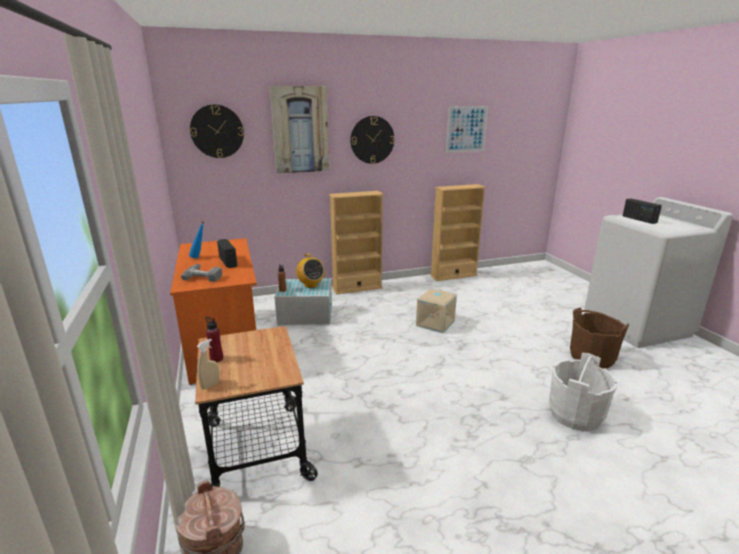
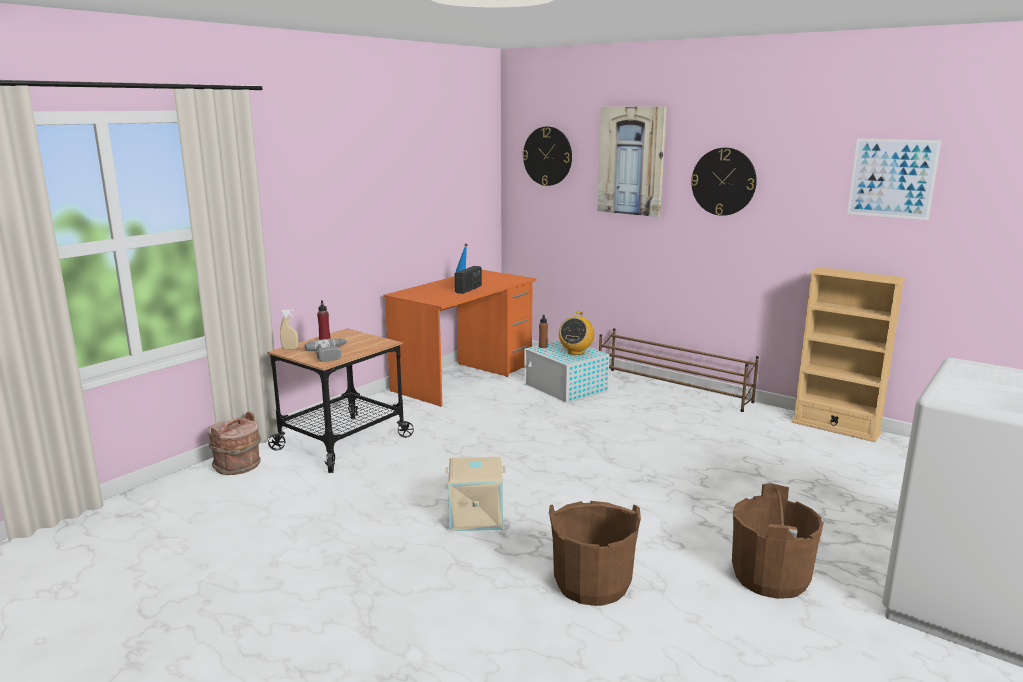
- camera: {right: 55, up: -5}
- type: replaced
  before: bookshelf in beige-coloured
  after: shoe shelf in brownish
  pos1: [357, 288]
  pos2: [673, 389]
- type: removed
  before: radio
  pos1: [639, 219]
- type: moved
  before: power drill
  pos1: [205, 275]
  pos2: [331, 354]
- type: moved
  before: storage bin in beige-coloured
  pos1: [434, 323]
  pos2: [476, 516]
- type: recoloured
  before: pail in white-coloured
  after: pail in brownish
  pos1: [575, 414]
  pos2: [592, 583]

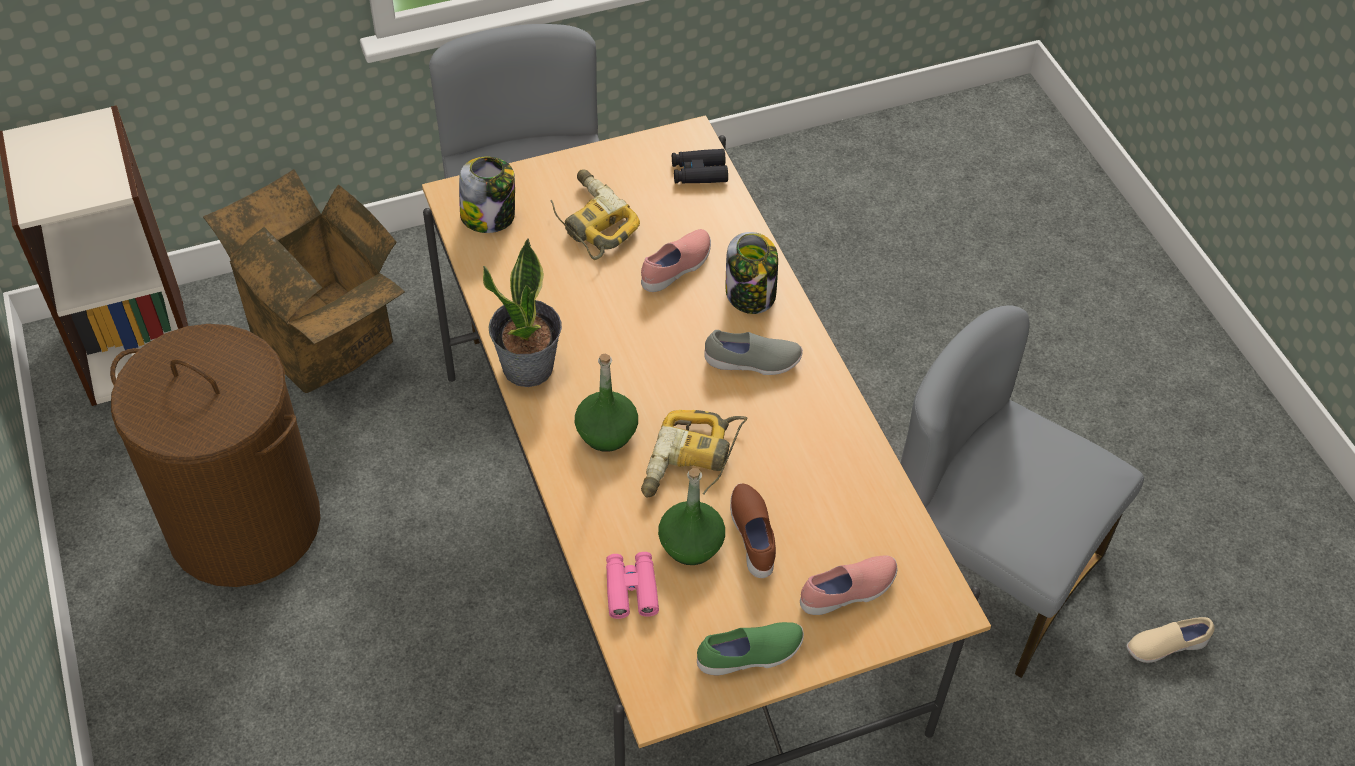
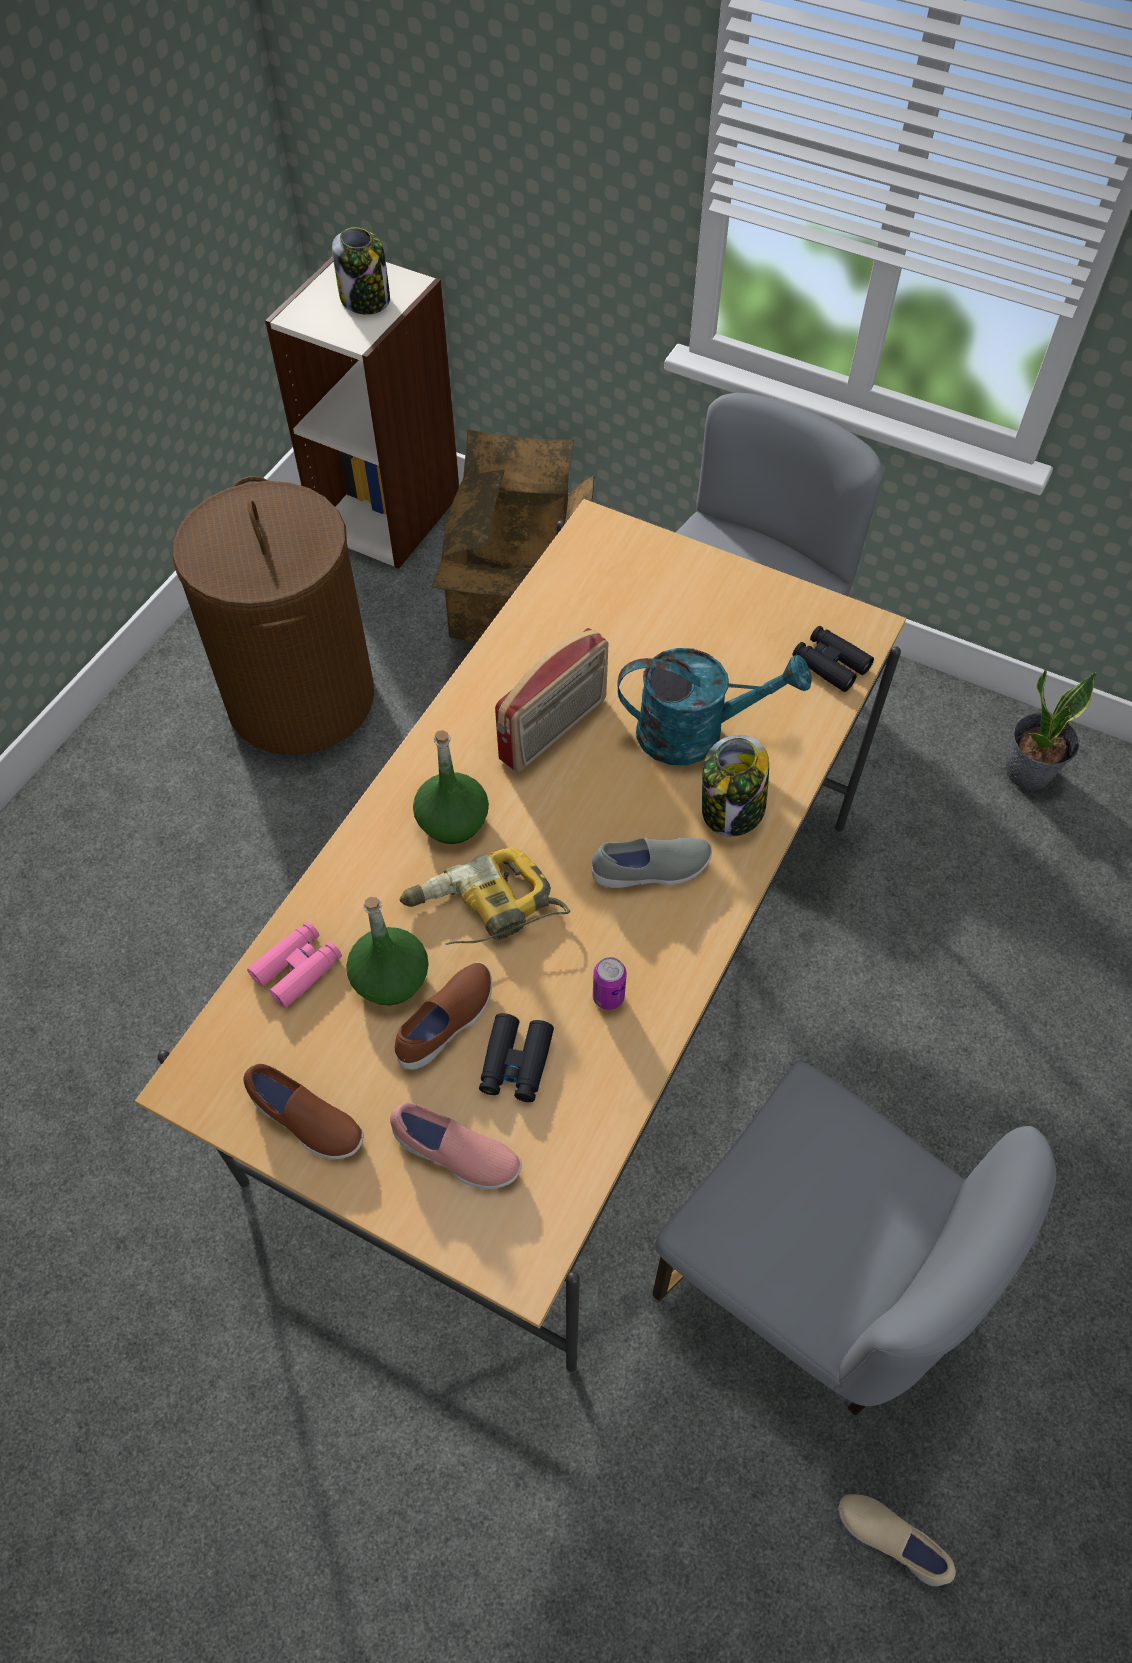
- camera: {right: 50, up: 5}
- type: moved
  before: jar
  pos1: [489, 216]
  pos2: [366, 300]
- type: removed
  before: power drill
  pos1: [590, 222]
- type: replaced
  before: low shoe in pink
  after: sprinkling can in turquoise-coloured
  pos1: [677, 269]
  pos2: [696, 733]
- type: moved
  before: potted plant
  pos1: [529, 367]
  pos2: [1029, 772]
- type: turned
  before: upright chair in grey
  pos1: [987, 569]
  pos2: [805, 1282]
  turn: 135
- type: turned
  before: low shoe in grey
  pos1: [752, 363]
  pos2: [651, 872]
  turn: -60
- type: recoloured
  before: low shoe in greenish
  after: low shoe in brownish
  pos1: [750, 656]
  pos2: [306, 1122]
- type: added
  after: radio
  pos2: [554, 730]
- type: added
  after: metal can
  pos2: [608, 997]
- type: added
  after: pair of binoculars in blackish
  pos2: [516, 1063]

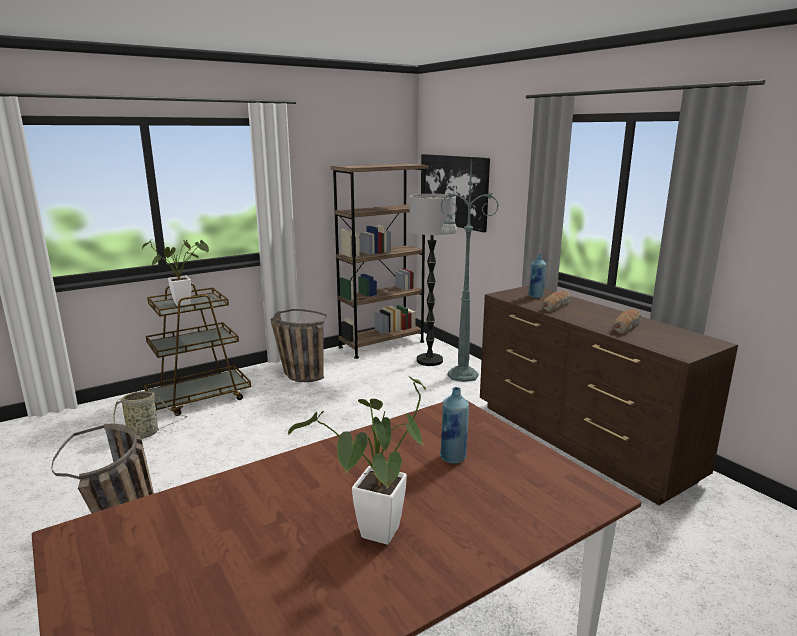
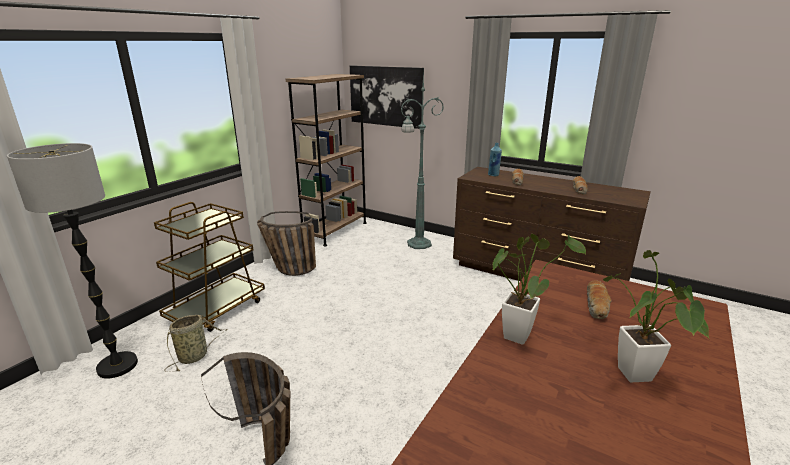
- camera: {right: -25, up: 5}
- type: moved
  before: floor lamp
  pos1: [429, 360]
  pos2: [117, 366]
- type: moved
  before: potted plant
  pos1: [186, 303]
  pos2: [519, 333]
- type: replaced
  before: beverage bottle in blue-coloured
  after: baked bread
  pos1: [453, 458]
  pos2: [597, 306]

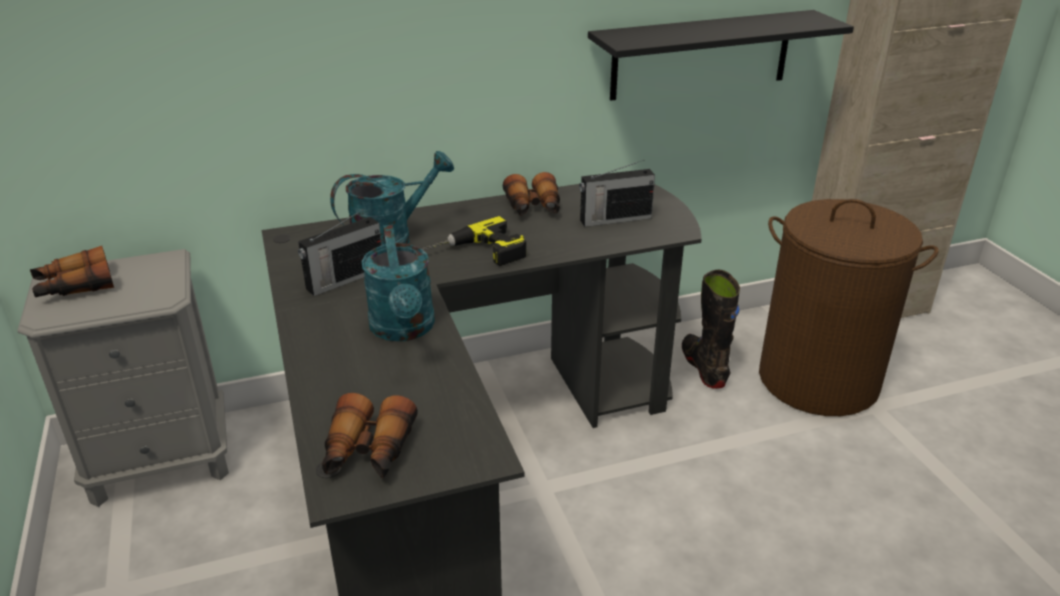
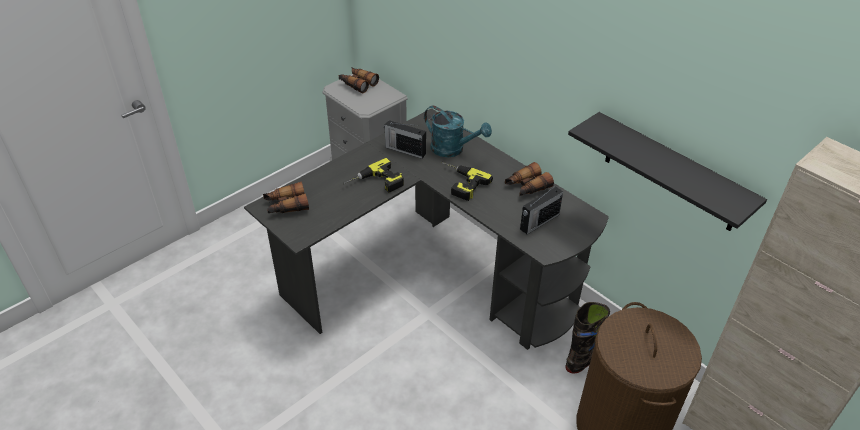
- camera: {right: 65, up: 10}
- type: turned
  before: radio
  pos1: [614, 219]
  pos2: [538, 222]
  turn: -90
- type: replaced
  before: sprinkling can in turquoise-coloured
  after: power drill
  pos1: [404, 330]
  pos2: [375, 184]

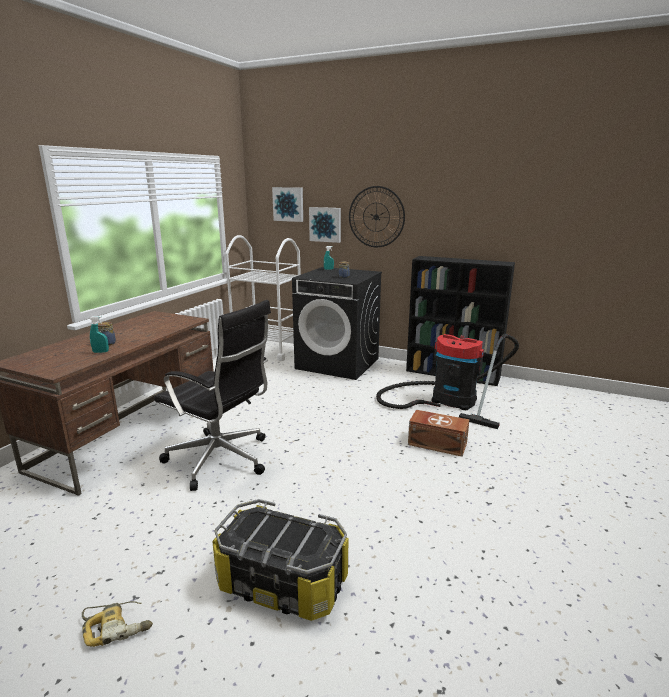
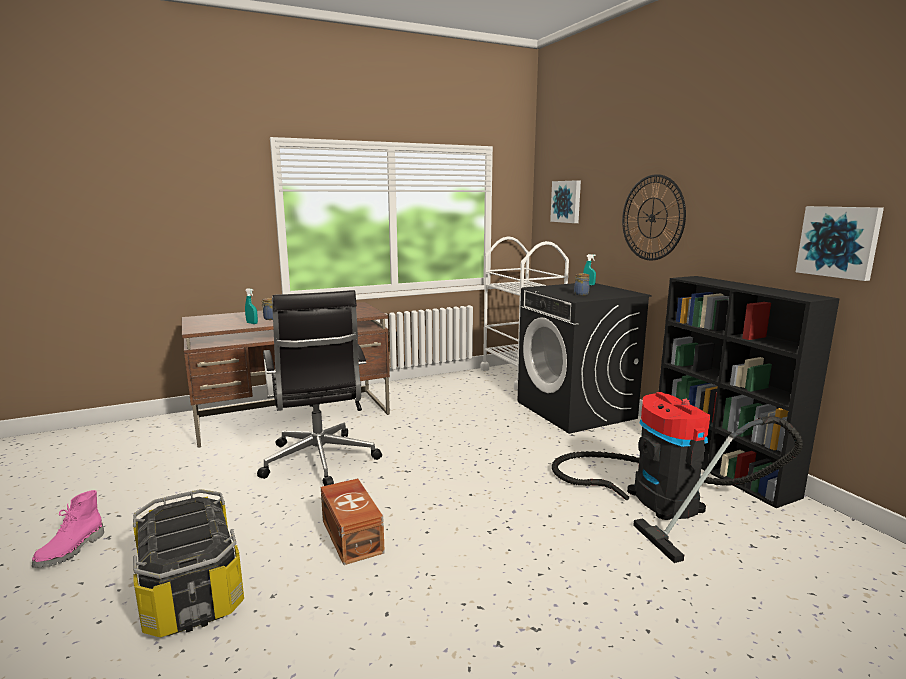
- camera: {right: 40, up: -5}
- type: moved
  before: wall picture
  pos1: [325, 224]
  pos2: [839, 242]
- type: moved
  before: storage bin in brownish
  pos1: [436, 443]
  pos2: [353, 535]
- type: replaced
  before: power drill
  after: boot in pink
  pos1: [117, 626]
  pos2: [71, 551]

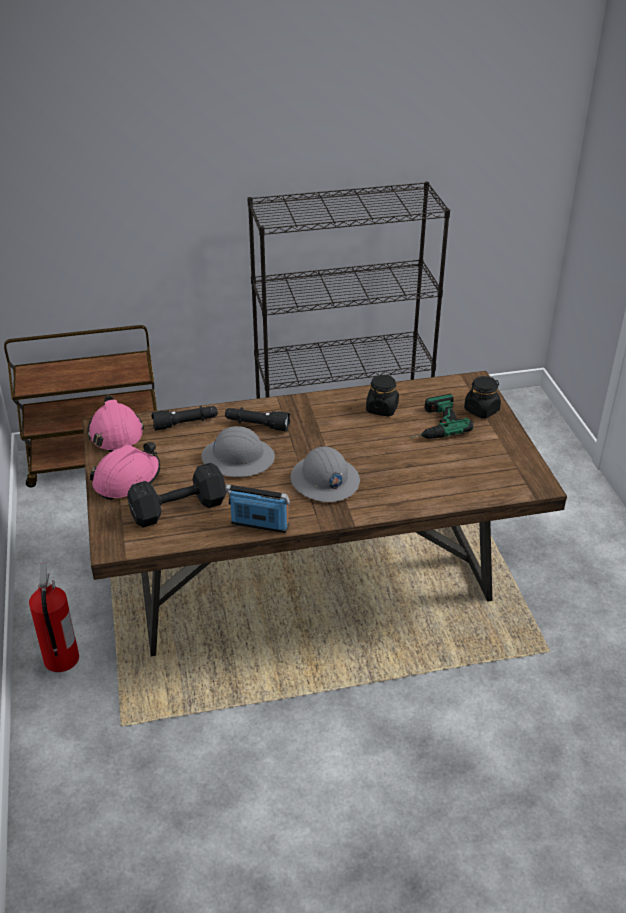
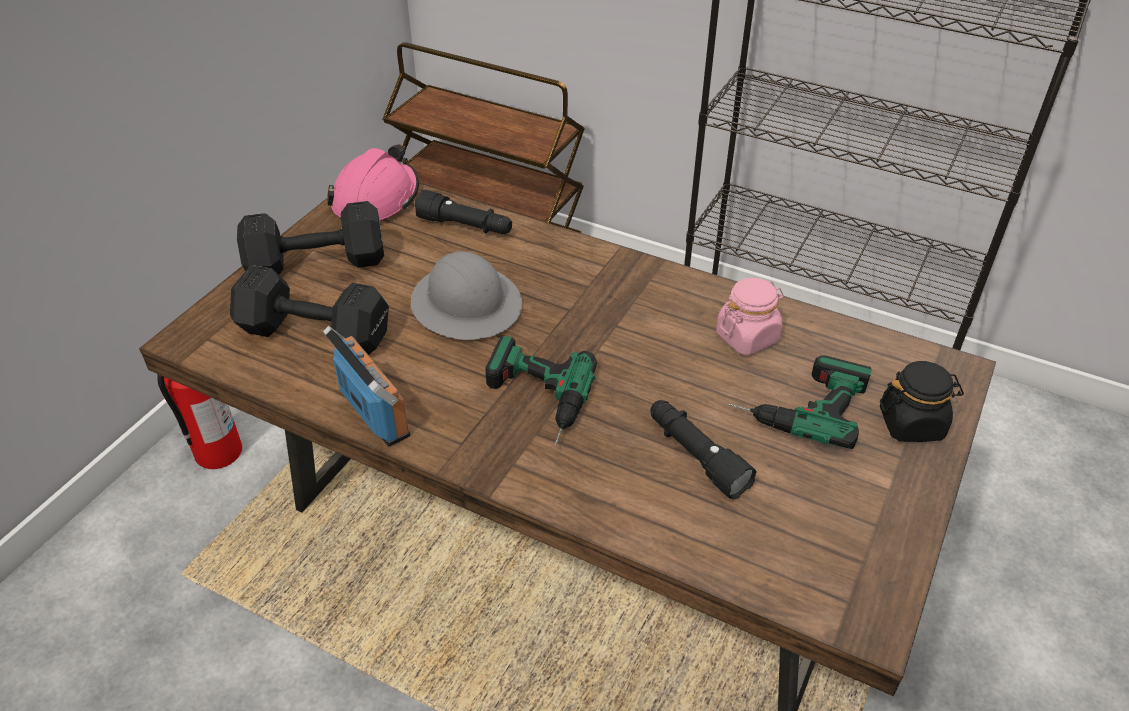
- camera: {right: 40, up: 5}
- type: recoloured
  before: jar in blackish
  after: jar in pink
  pos1: [382, 408]
  pos2: [747, 337]
- type: moved
  before: torch in blackish
  pos1: [257, 425]
  pos2: [696, 456]
- type: replaced
  before: hard hat in pink
  after: hand weight in blackish
  pos1: [127, 479]
  pos2: [313, 263]
- type: replaced
  before: hard hat in grey
  after: power drill
  pos1: [324, 481]
  pos2: [534, 400]

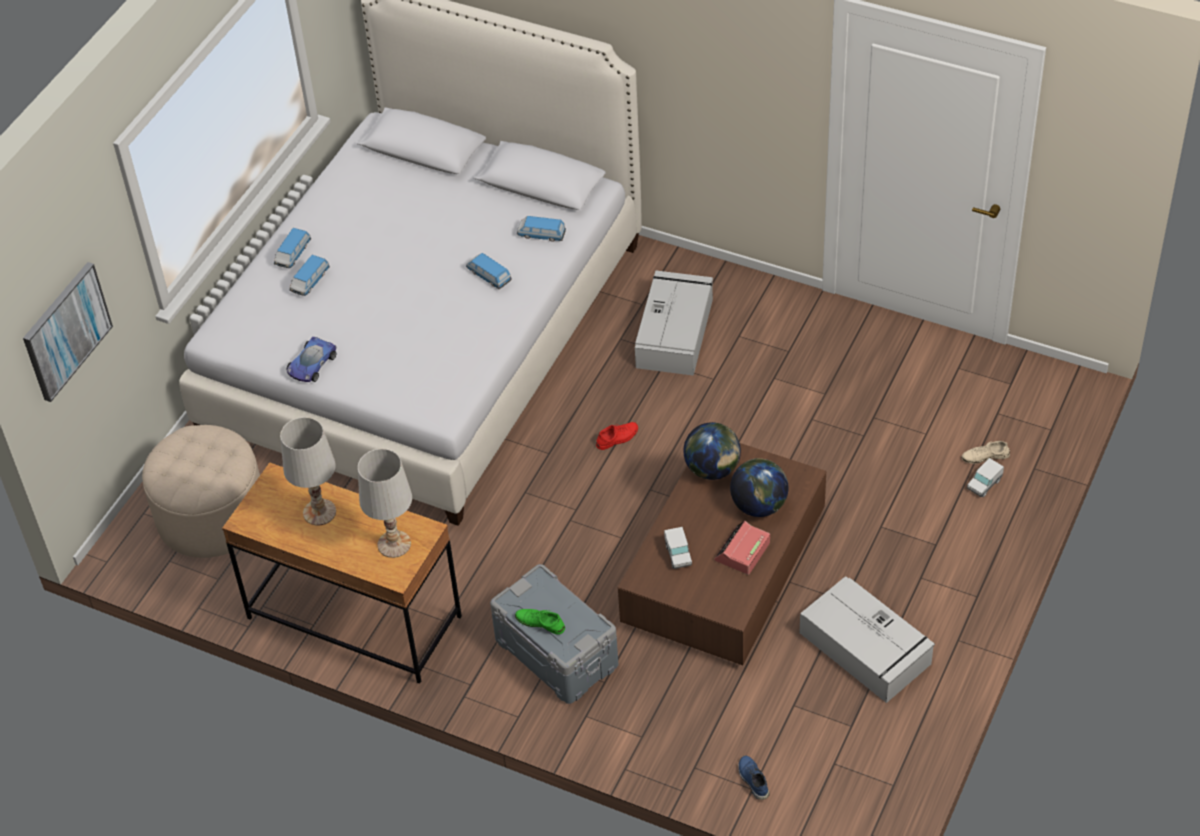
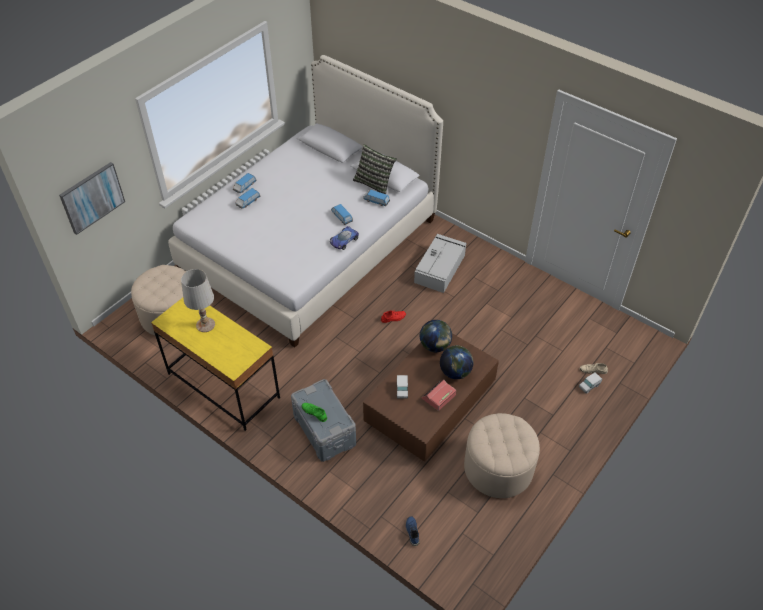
- camera: {right: 10, up: 0}
- type: moved
  before: model car
  pos1: [311, 365]
  pos2: [343, 240]
- type: removed
  before: table lamp in white-coloured
  pos1: [393, 544]
- type: recoloured
  before: desk table in brownish
  after: desk table in yellow-coloured
  pos1: [354, 617]
  pos2: [223, 385]
- type: replaced
  before: storage bin in grey
  after: ottoman in beige-coloured
  pos1: [866, 649]
  pos2: [498, 468]
- type: added
  after: throw pillow
  pos2: [374, 183]

